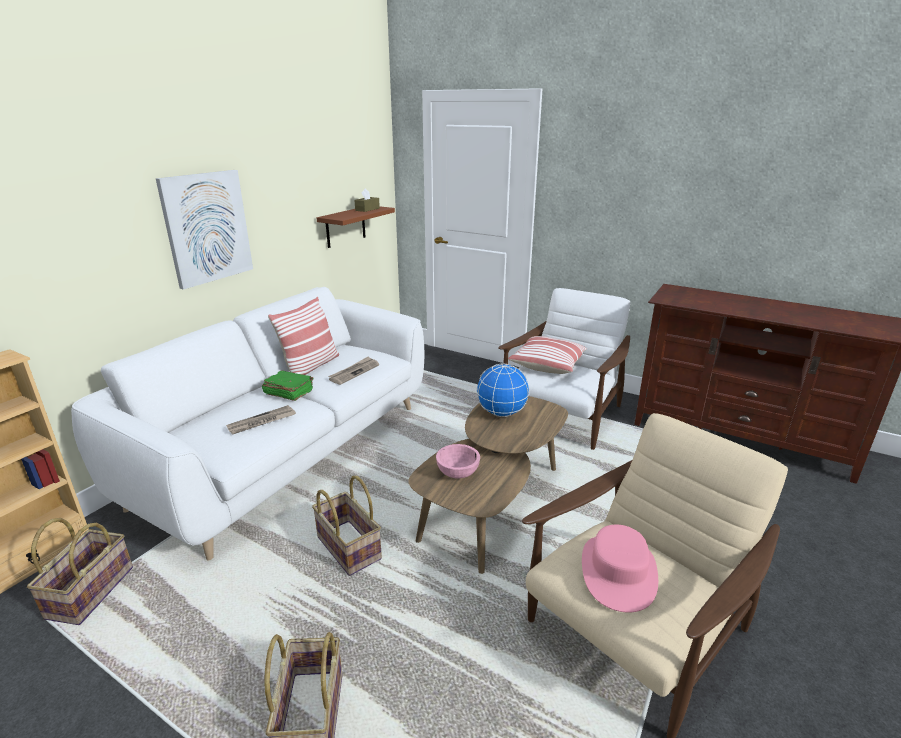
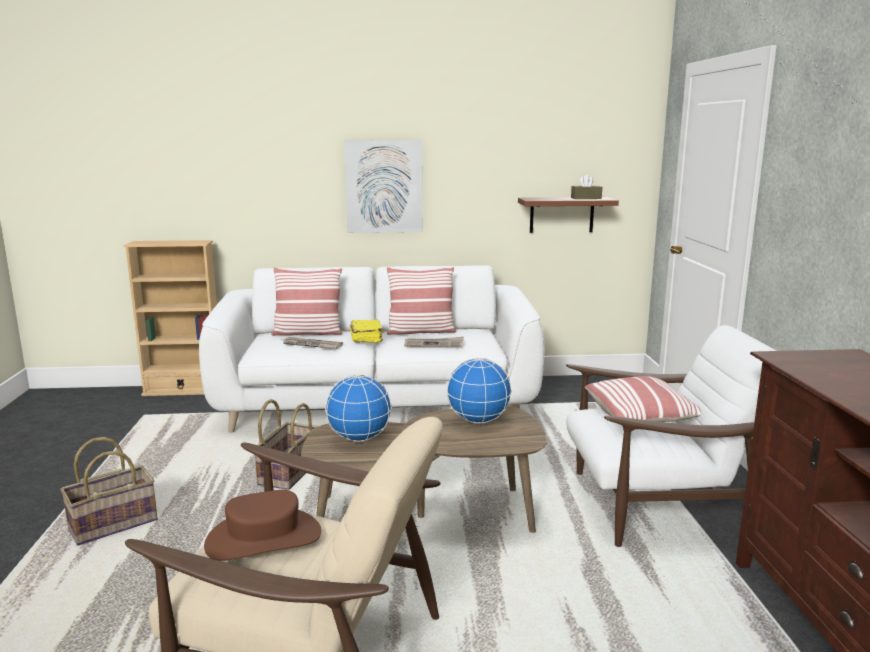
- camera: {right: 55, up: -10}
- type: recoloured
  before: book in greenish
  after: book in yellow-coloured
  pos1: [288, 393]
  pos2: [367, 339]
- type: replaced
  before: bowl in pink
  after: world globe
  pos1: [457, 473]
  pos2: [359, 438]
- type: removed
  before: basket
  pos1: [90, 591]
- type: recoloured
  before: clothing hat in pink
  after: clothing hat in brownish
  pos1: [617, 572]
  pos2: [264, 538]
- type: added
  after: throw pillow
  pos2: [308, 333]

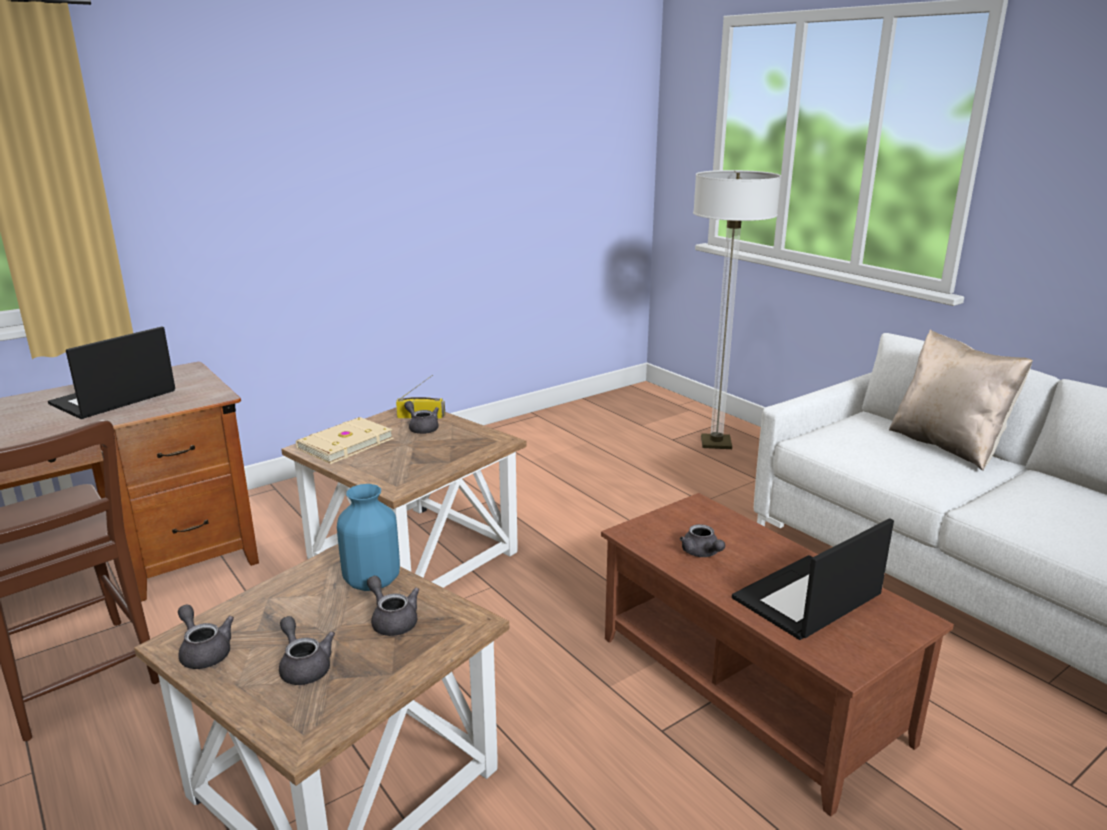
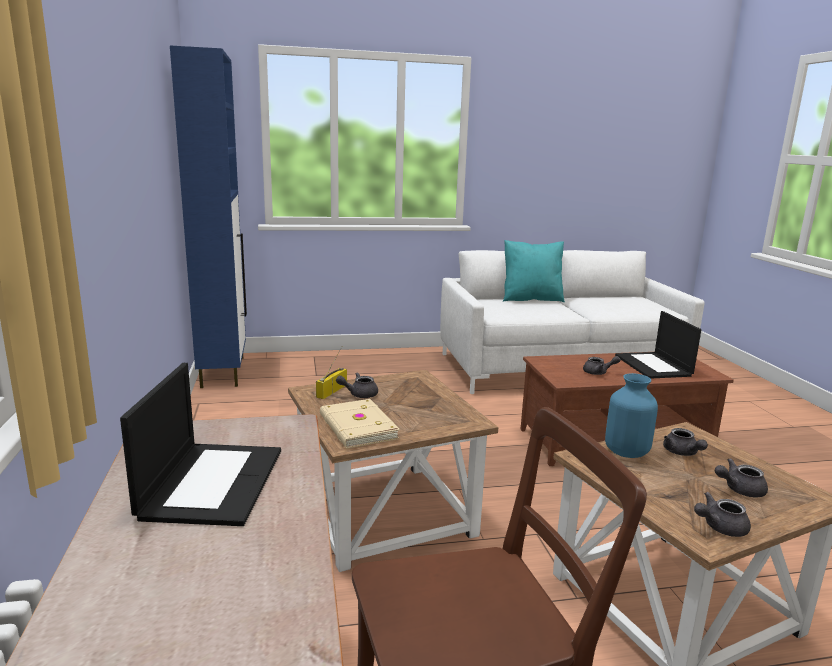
- camera: {right: -65, up: -5}
- type: removed
  before: floor lamp
  pos1: [716, 443]
- type: turned
  before: portable computer
  pos1: [113, 398]
  pos2: [212, 482]
  turn: -150
- type: recoloured
  before: throw pillow in beige-coloured
  after: throw pillow in turquoise-coloured
  pos1: [947, 446]
  pos2: [531, 299]
- type: turned
  before: tea pot in grey
  pos1: [392, 620]
  pos2: [682, 453]
  turn: -90
- type: added
  after: cupboard in blue-coloured
  pos2: [223, 371]

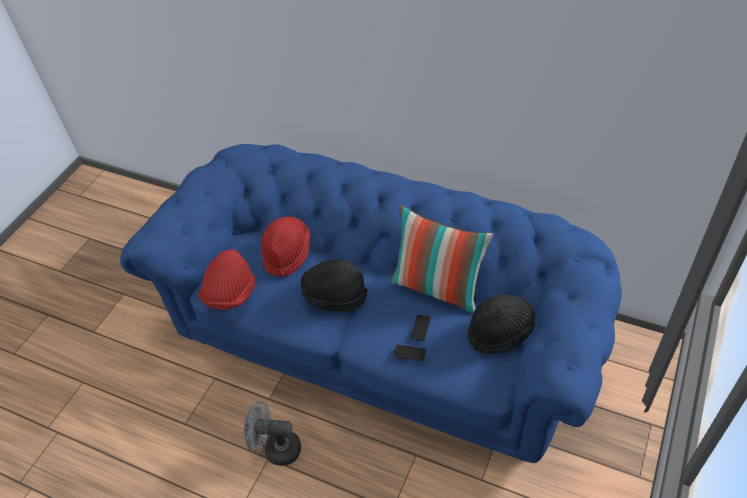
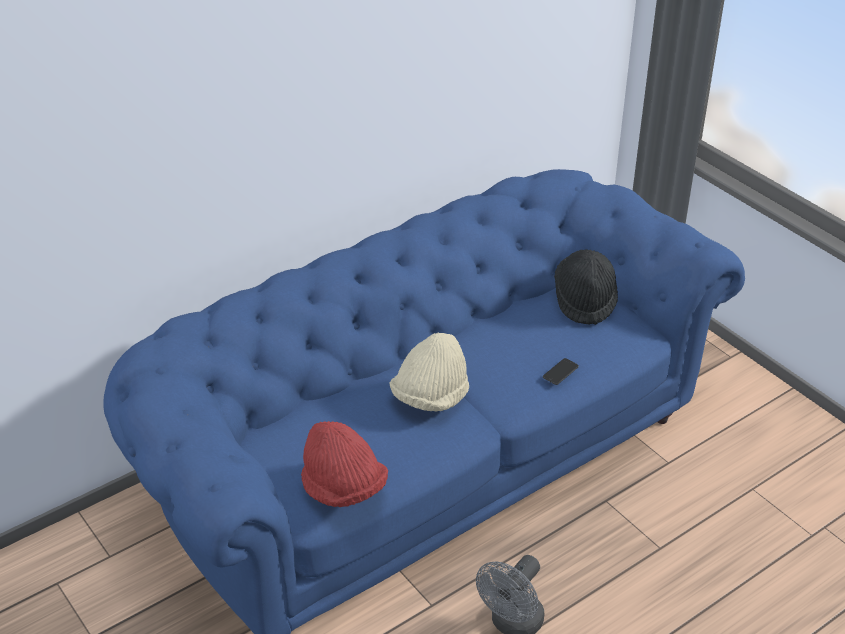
- camera: {right: -65, up: -10}
- type: removed
  before: throw pillow
  pos1: [438, 288]
- type: removed
  before: clothing hat in red
  pos1: [287, 254]
- type: recoloured
  before: clothing hat in blackish
  after: clothing hat in beige-coloured
  pos1: [335, 295]
  pos2: [430, 397]
- type: removed
  before: handset
  pos1: [420, 328]

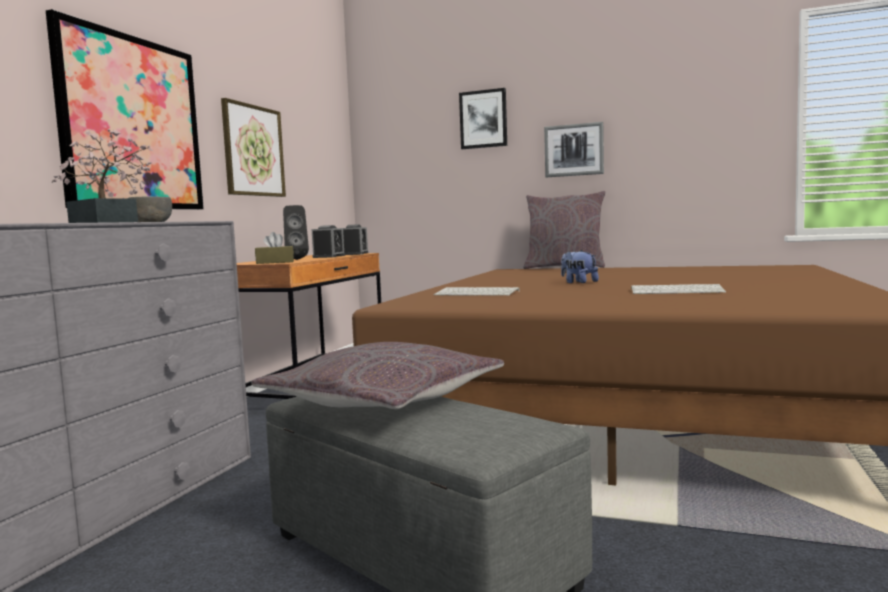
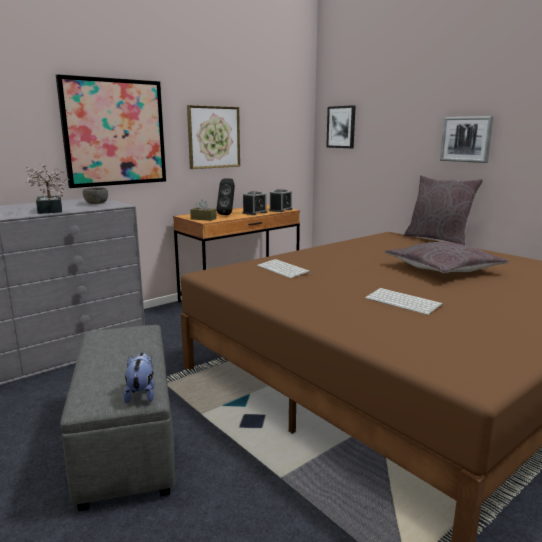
- camera: {right: 30, up: 10}
- type: moved
  before: wall picture
  pos1: [483, 119]
  pos2: [341, 127]
- type: moved
  before: plush toy
  pos1: [578, 282]
  pos2: [141, 394]
- type: moved
  before: throw pillow in grey
  pos1: [383, 400]
  pos2: [443, 269]

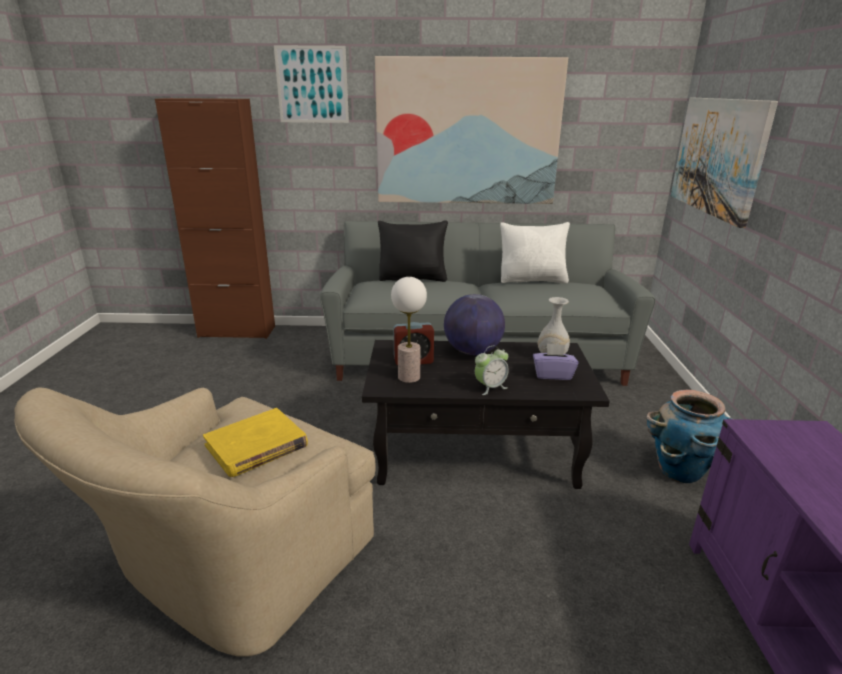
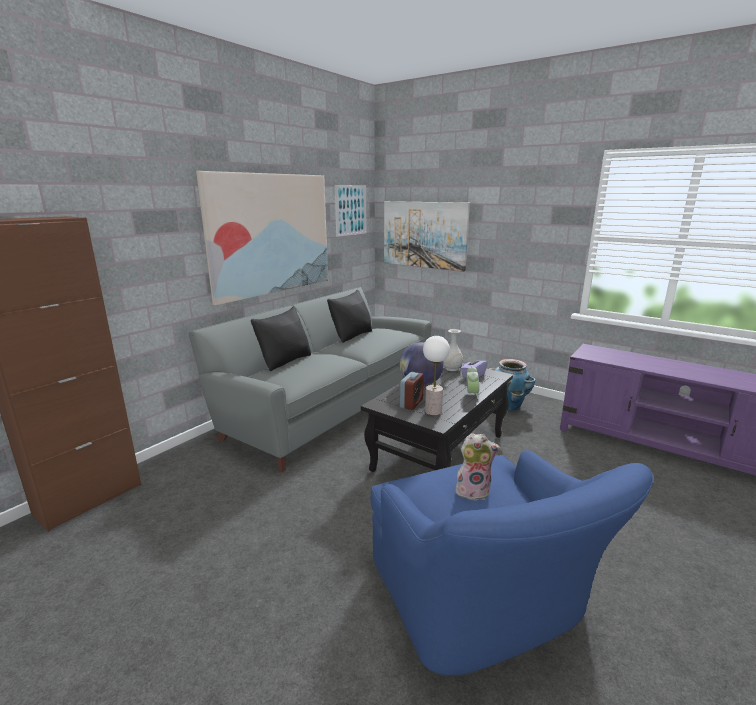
- camera: {right: -55, up: -5}
- type: moved
  before: wall picture
  pos1: [312, 85]
  pos2: [351, 210]
- type: recoloured
  before: throw pillow in white-coloured
  after: throw pillow in blackish
  pos1: [532, 280]
  pos2: [352, 335]
- type: recoloured
  before: lounge chair in beige-coloured
  after: lounge chair in blue-coloured
  pos1: [231, 568]
  pos2: [483, 603]
- type: replaced
  before: book in yellow-coloured
  after: plush toy
  pos1: [256, 446]
  pos2: [473, 491]

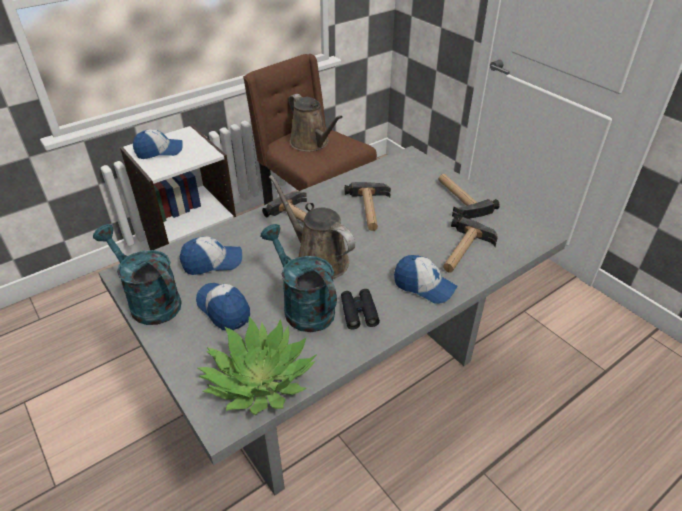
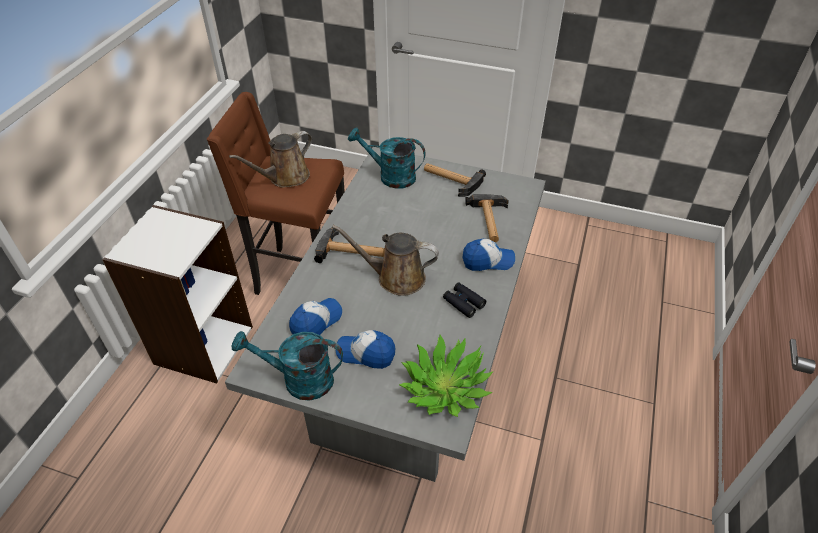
- camera: {right: -35, up: 5}
- type: turned
  before: sprinkling can in brownish
  pos1: [311, 143]
  pos2: [285, 177]
  turn: 120
- type: removed
  before: baseball cap
  pos1: [159, 151]
- type: removed
  before: hammer
  pos1: [369, 210]
- type: moved
  before: sprinkling can in turquoise-coloured
  pos1: [303, 306]
  pos2: [390, 176]

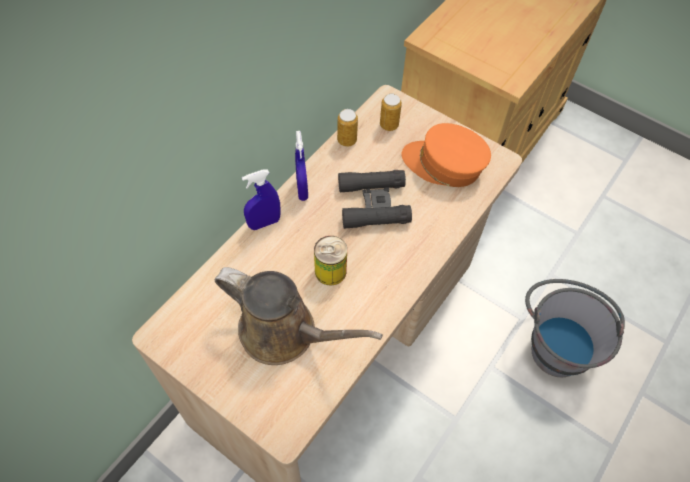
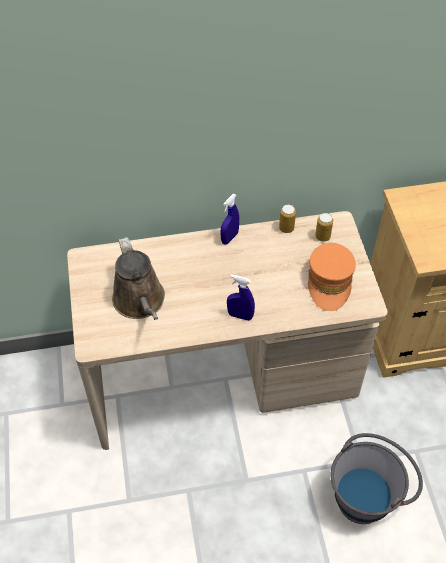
- camera: {right: 45, up: -5}
- type: turned
  before: baseball cap in orange-coloured
  pos1: [444, 165]
  pos2: [330, 282]
  turn: -150
- type: moved
  before: hand sprayer in blue-coloured
  pos1: [264, 223]
  pos2: [240, 316]
- type: removed
  before: pair of binoculars in blackish
  pos1: [373, 203]
- type: removed
  before: metal can
  pos1: [330, 271]

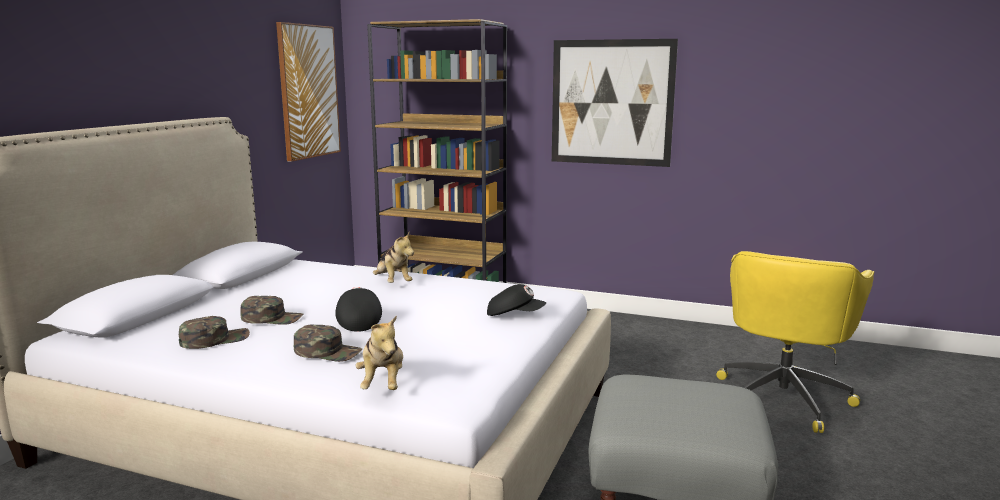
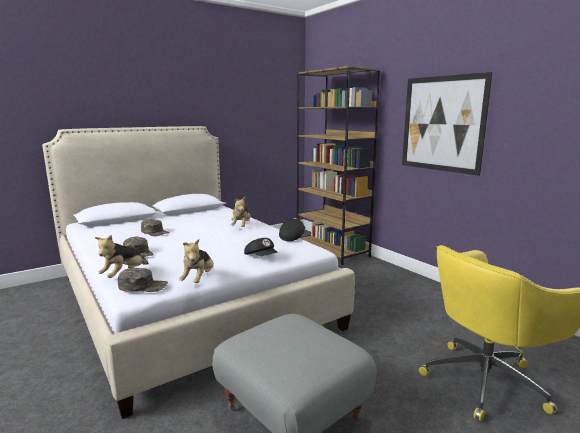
- camera: {right: 35, up: 0}
- type: removed
  before: wall picture
  pos1: [308, 91]
- type: moved
  before: baseball cap in blackish
  pos1: [358, 321]
  pos2: [292, 236]
- type: moved
  before: baseball cap in greenish
  pos1: [215, 339]
  pos2: [143, 286]
- type: added
  after: plush toy
  pos2: [198, 279]

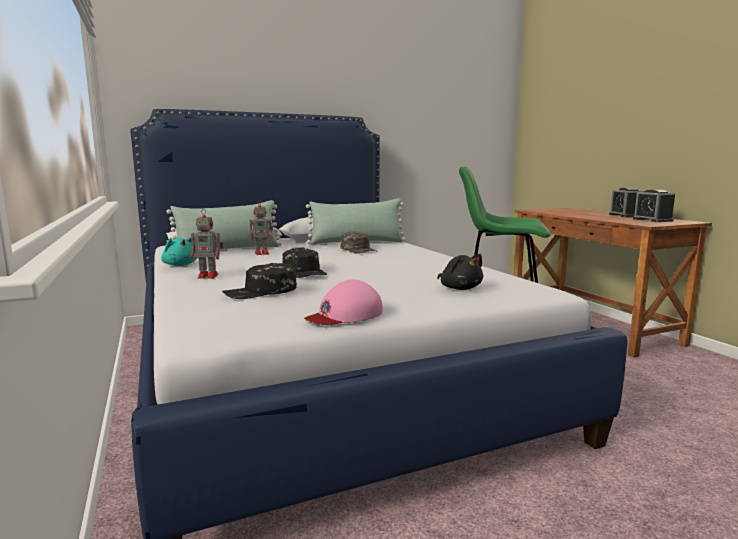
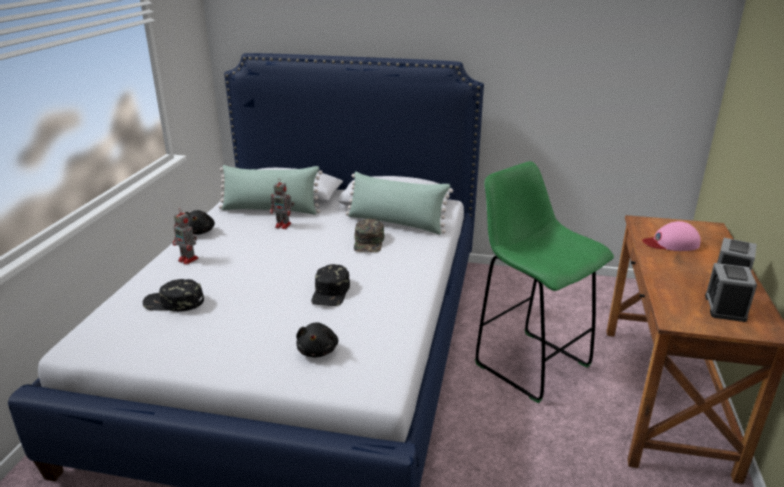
- camera: {right: 35, up: 15}
- type: recoloured
  before: plush toy in turquoise-coloured
  after: plush toy in blackish
  pos1: [180, 265]
  pos2: [200, 231]
- type: moved
  before: baseball cap in blackish
  pos1: [304, 272]
  pos2: [331, 292]
- type: moved
  before: baseball cap in pink
  pos1: [345, 315]
  pos2: [671, 243]

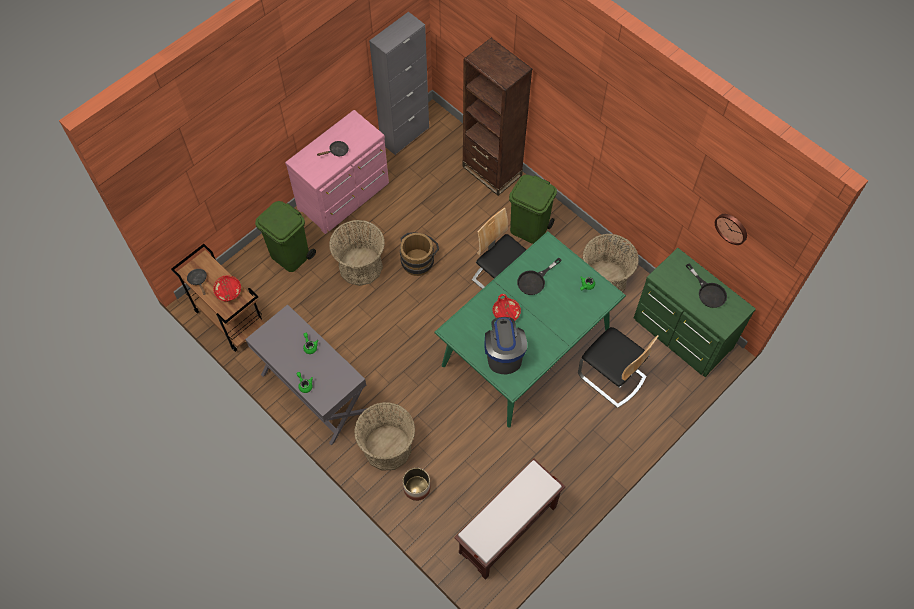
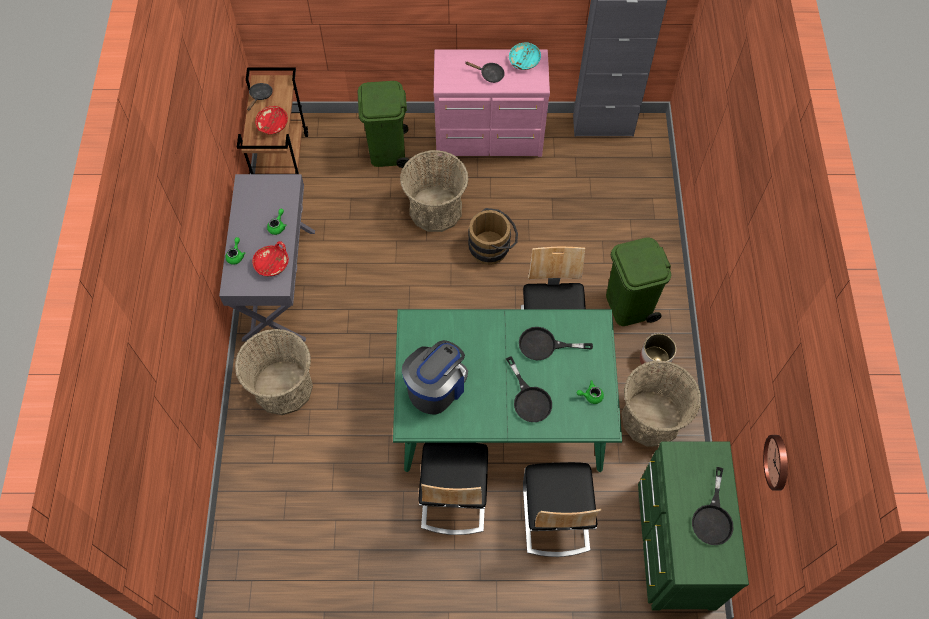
- camera: {right: 45, up: 0}
- type: removed
  before: bookshelf in brownish
  pos1: [492, 171]
- type: moved
  before: bowl in red
  pos1: [506, 312]
  pos2: [272, 263]
- type: removed
  before: long seat in brownish
  pos1: [507, 531]
- type: moved
  before: planter
  pos1: [417, 488]
  pos2: [655, 360]
- type: added
  after: bowl in turquoise-coloured
  pos2: [524, 61]
- type: added
  after: frying pan in blackish
  pos2: [529, 399]
- type: added
  after: upright chair
  pos2: [453, 496]

